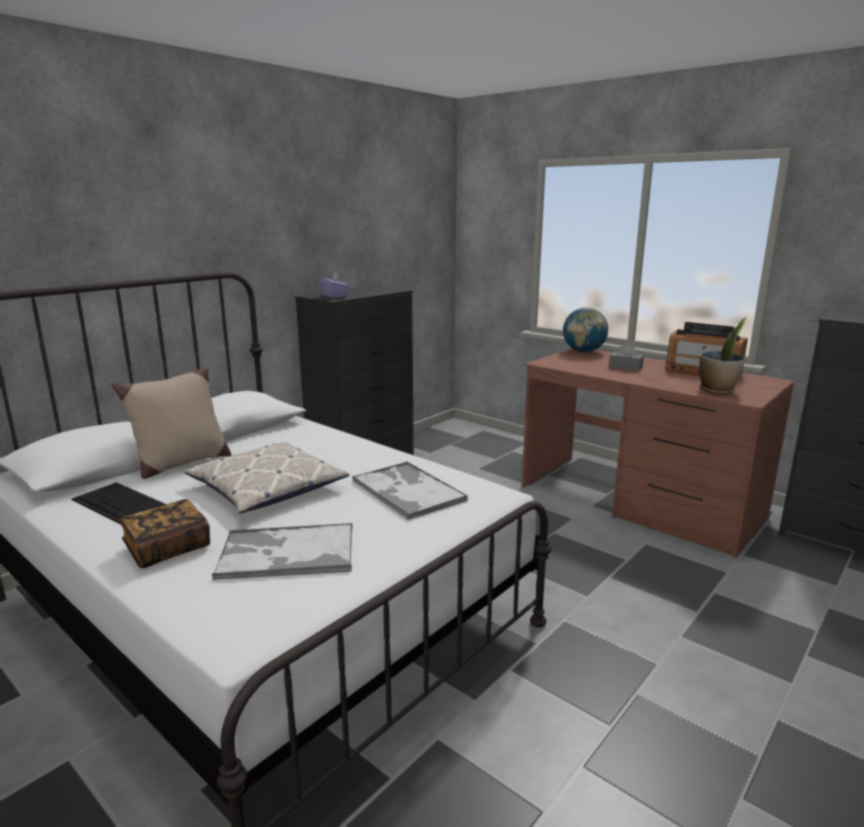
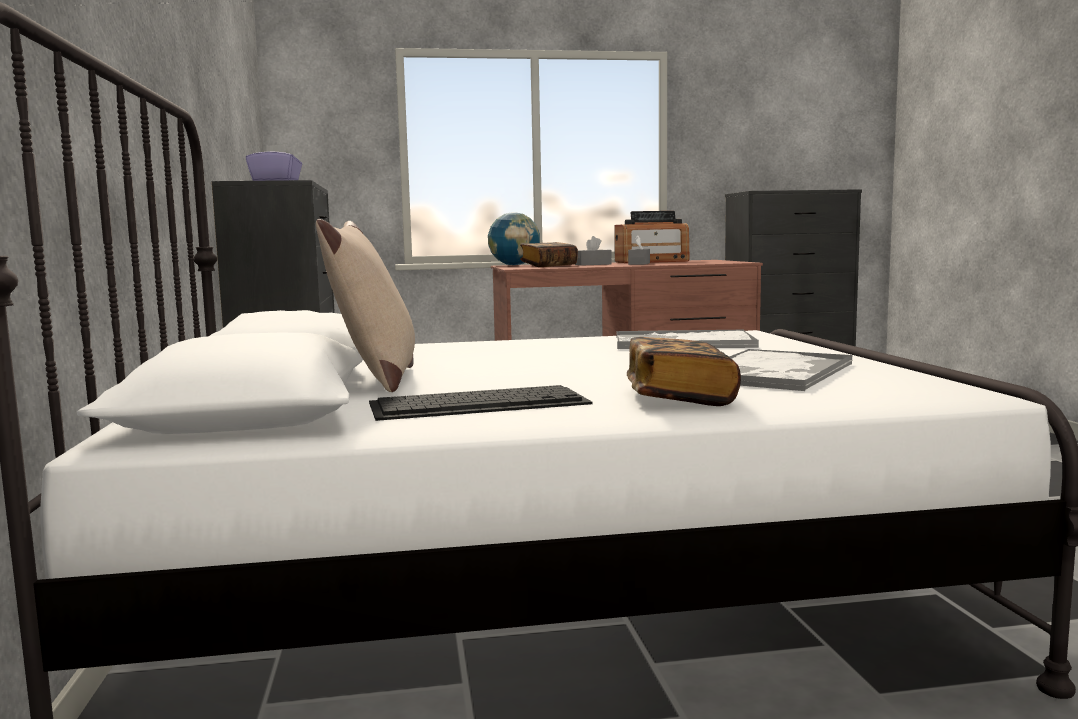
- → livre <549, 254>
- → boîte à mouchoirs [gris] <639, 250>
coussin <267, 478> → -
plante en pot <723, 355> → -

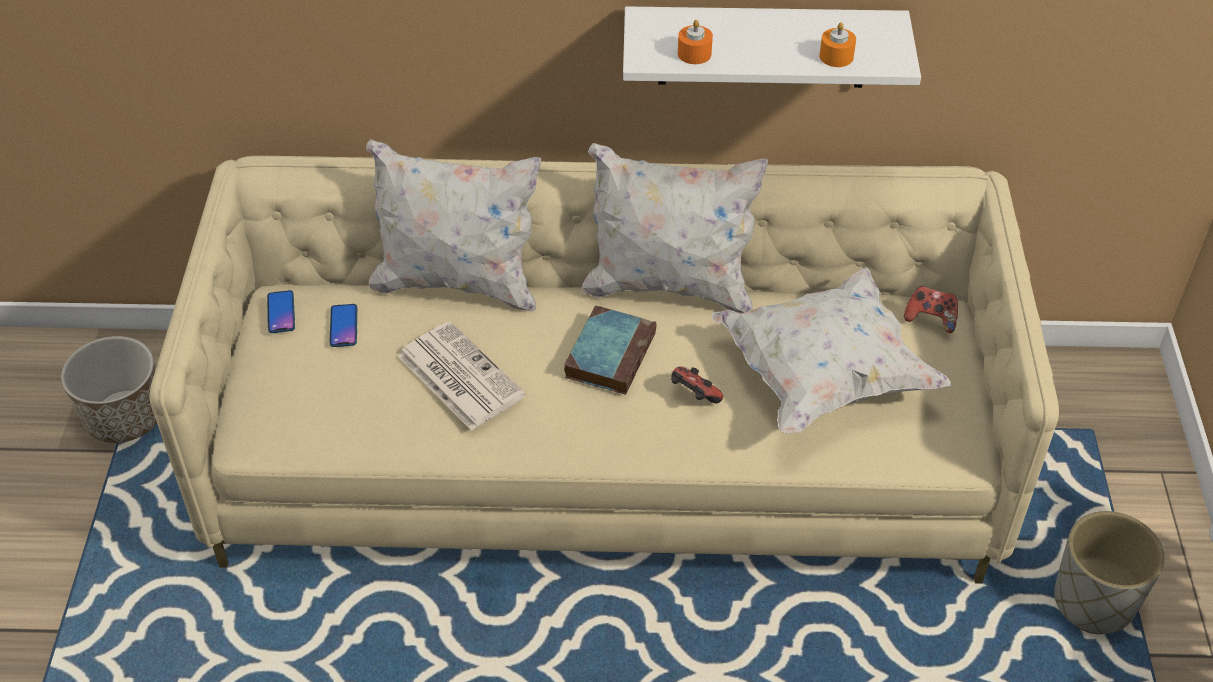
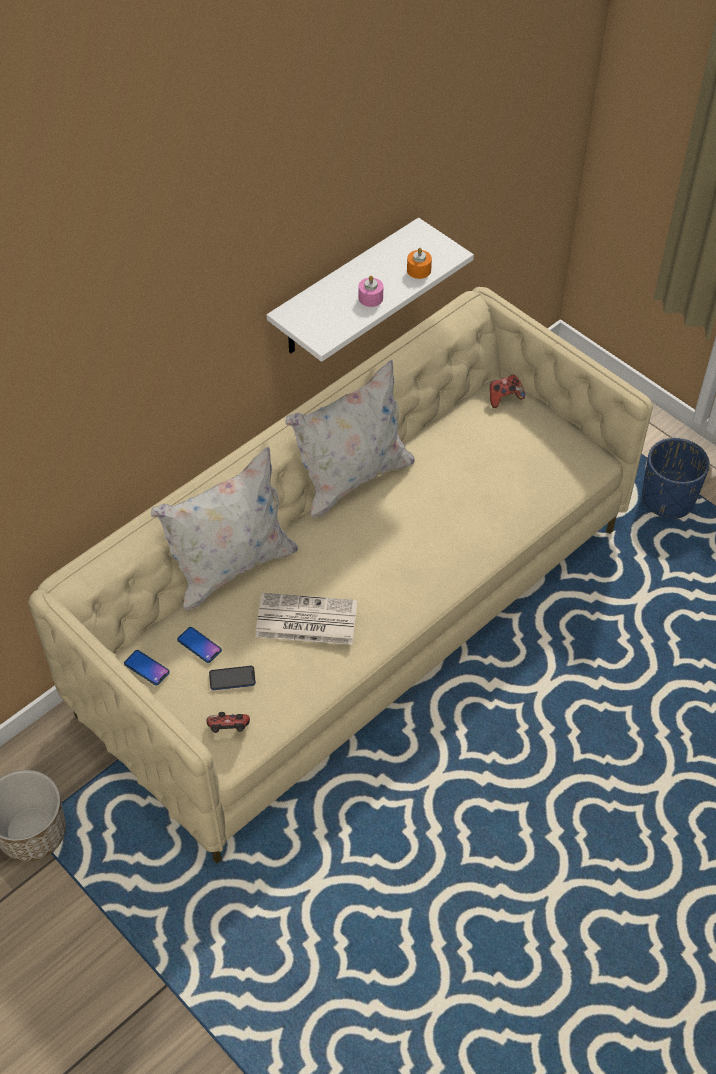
manette <697, 384> → manette <228, 722>, relocated
- → téléphone <232, 678>
- → bougie [rose] <371, 291>
cache-pot [gris] <1109, 572> → cache-pot [bleu] <676, 478>
livre <610, 350> → -
bougie [orange] <695, 42> → -
coussin [blanc] <831, 350> → -

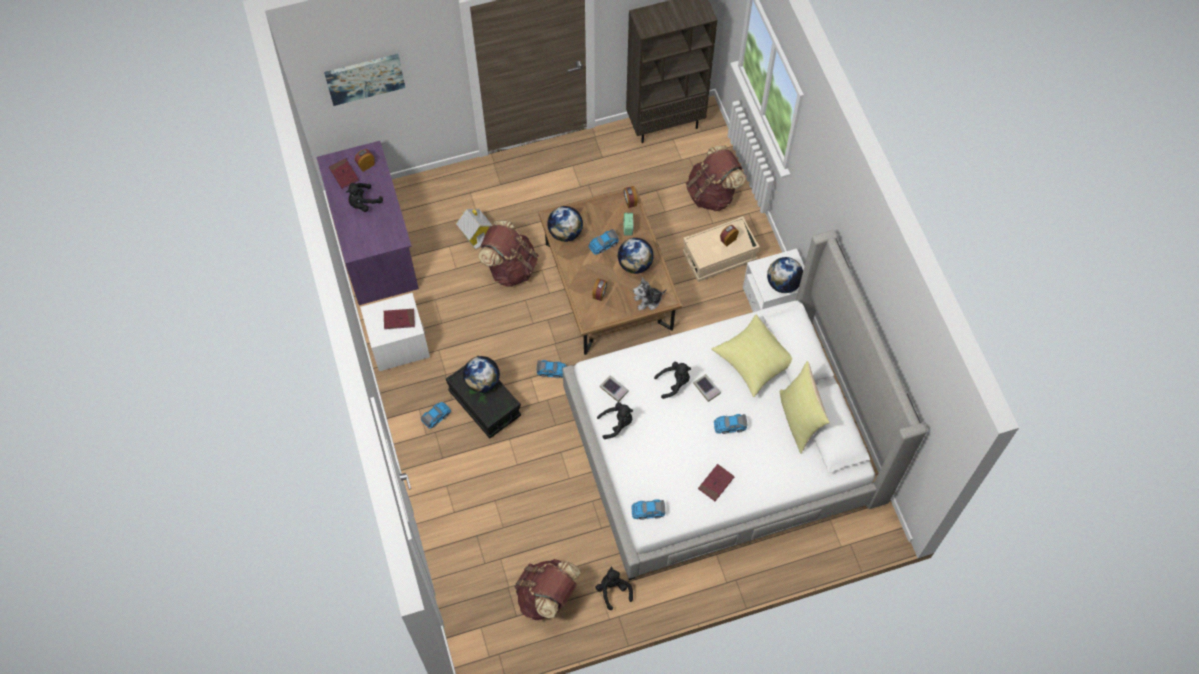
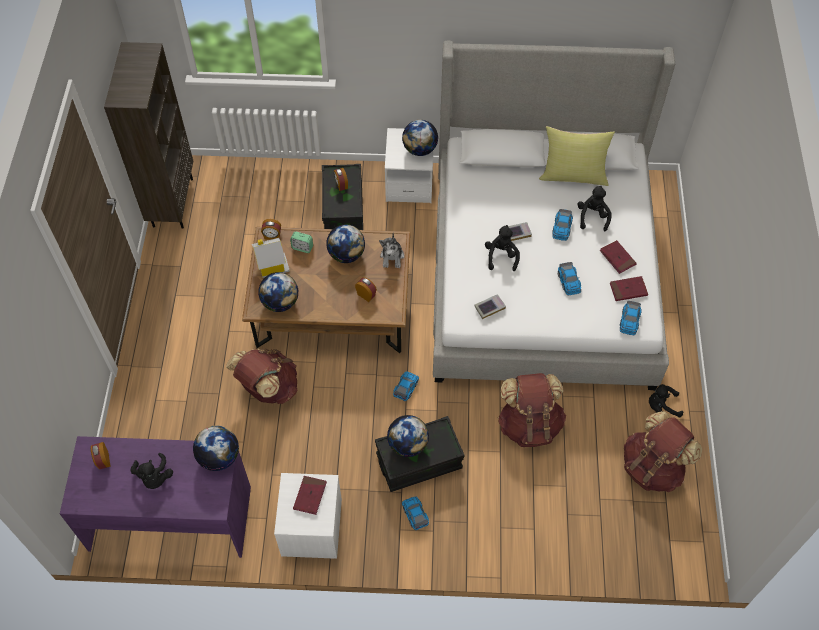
- → globe <216, 448>
maison miniature <474, 229> → maison miniature <271, 258>, relocated
boîte de rangement [beige] <721, 249> → boîte de rangement [noir] <342, 197>
sac à dos [marron] <715, 179> → sac à dos [marron] <532, 410>, relocated
petite voiture <603, 242> → petite voiture <569, 278>, relocated
peluche [noir] <615, 420> → peluche [noir] <594, 208>, relocated
livre [rouge] <344, 173> → livre [rouge] <629, 288>, relocated
tableau <364, 80> → -
coussin [jaune] <751, 356> → -

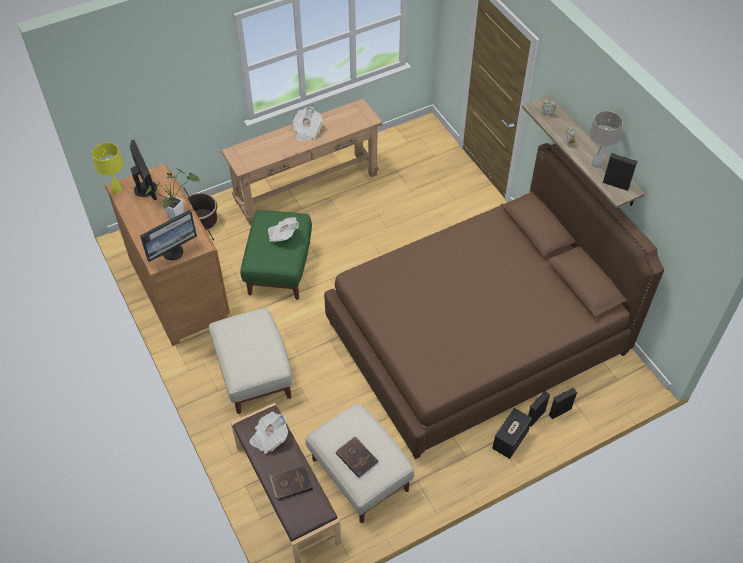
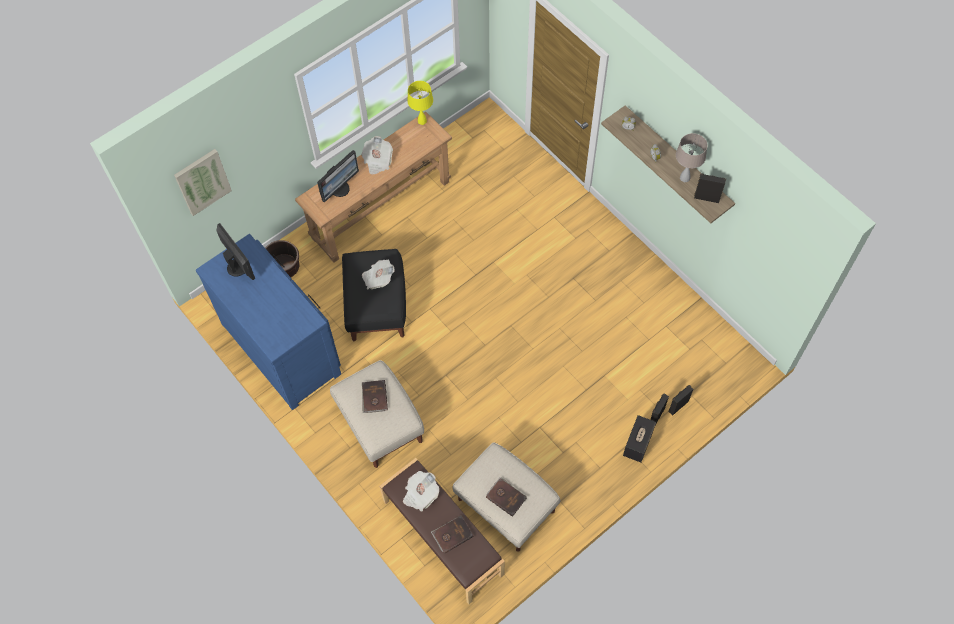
- → tableau <203, 182>
commode [marron] <167, 254> → commode [bleu] <268, 322>
écran d'ordinateur <168, 236> → écran d'ordinateur <338, 176>, relocated
pouf [vert] <276, 255> → pouf [noir] <374, 295>
- → livre [marron] <375, 396>
lampe de table [jaune] <108, 168> → lampe de table [jaune] <420, 103>, relocated
plante en pot <172, 193> → -
lit [marron] <494, 301> → -

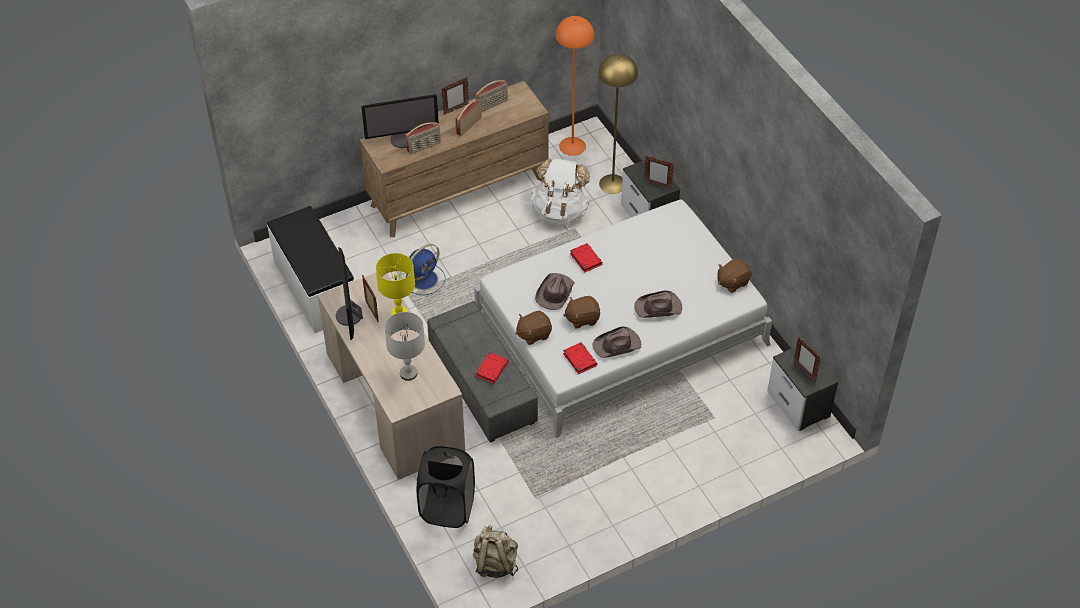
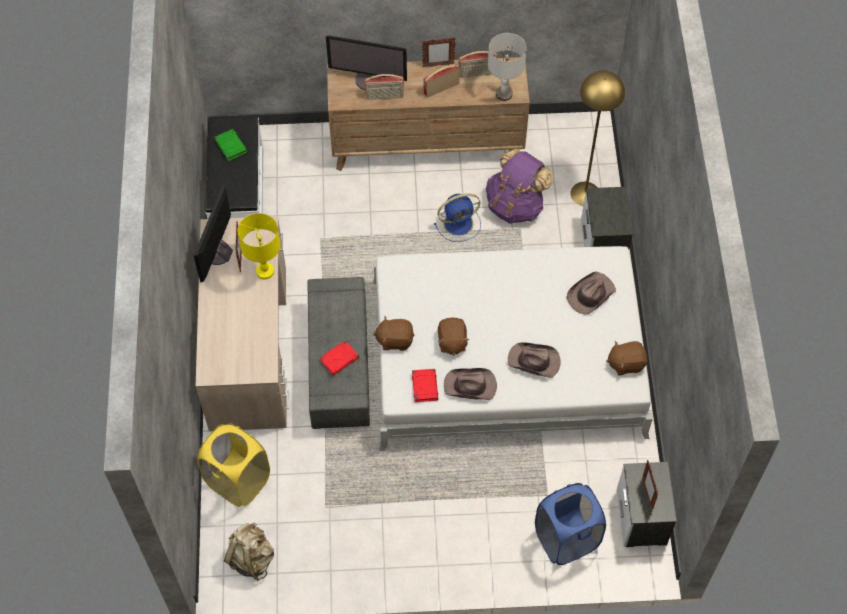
panier à linge [noir] <445, 487> → panier à linge [jaune] <233, 465>
- → livre [vert] <231, 145>
ventilateur [bleu] <426, 269> → ventilateur [bleu] <457, 218>, relocated
peluche [marron] <581, 312> → peluche [marron] <453, 337>, 105 degrees counterclockwise
sac à dos [blanc] <560, 192> → sac à dos [violet] <519, 186>
lampe de table [gris] <405, 346> → lampe de table [gris] <507, 67>, relocated
- → panier à linge [bleu] <570, 524>
chapeau [marron] <554, 291> → chapeau [marron] <591, 293>, relocated
lampadaire [orange] <574, 86> → -
livre [rouge] <586, 257> → -
cadre photo <659, 172> → -

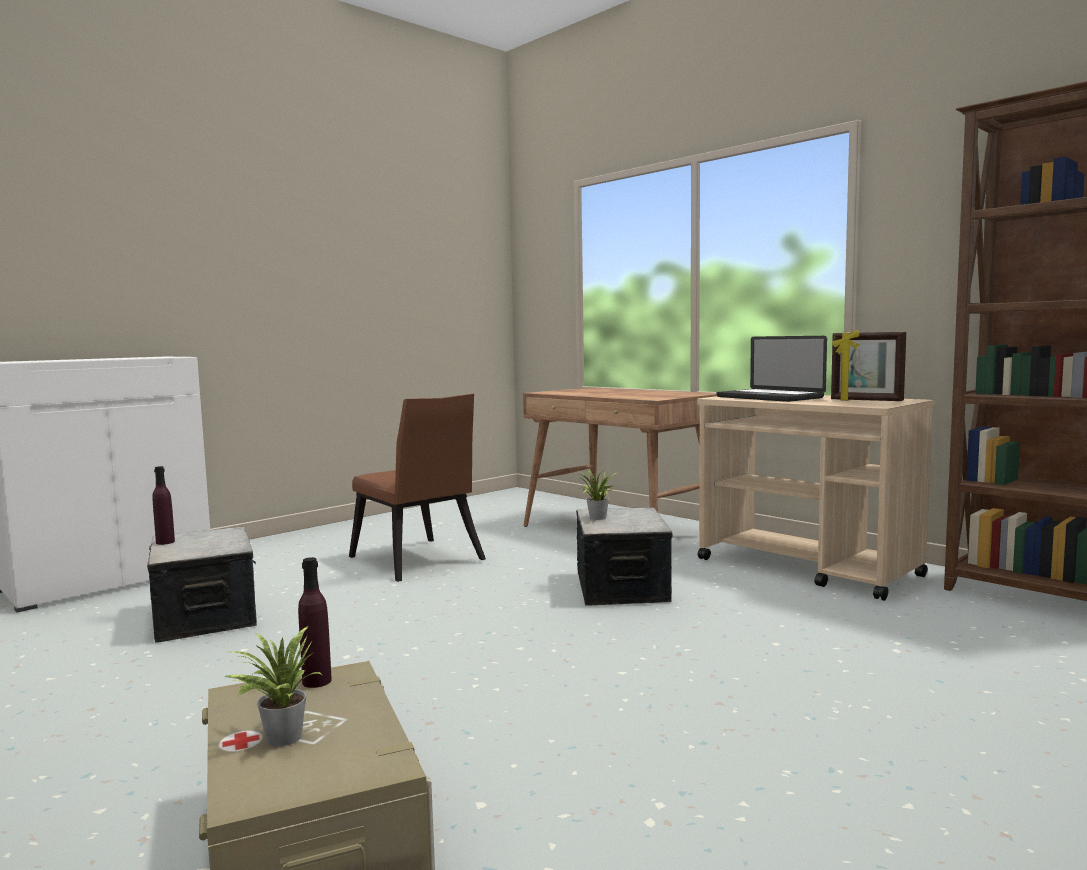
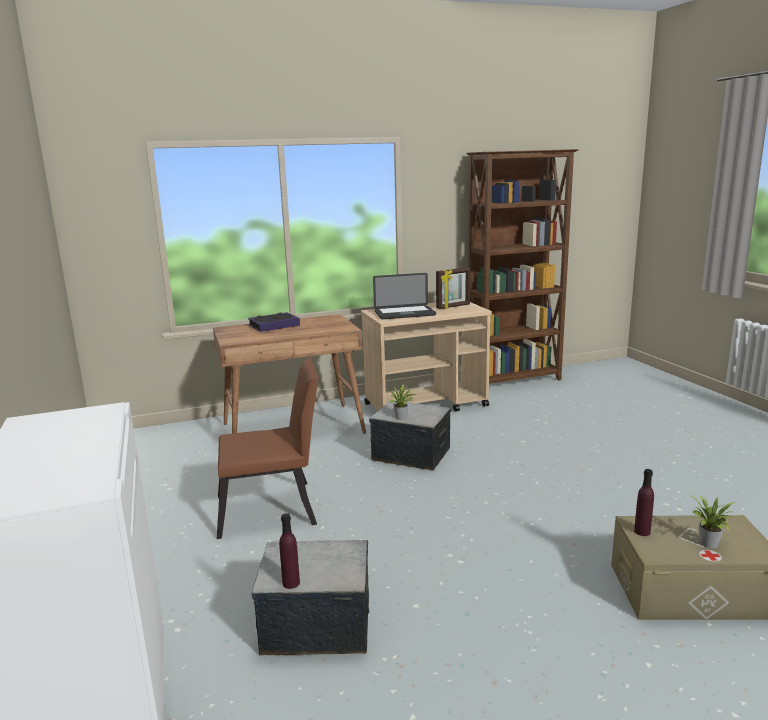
- → livre <274, 322>

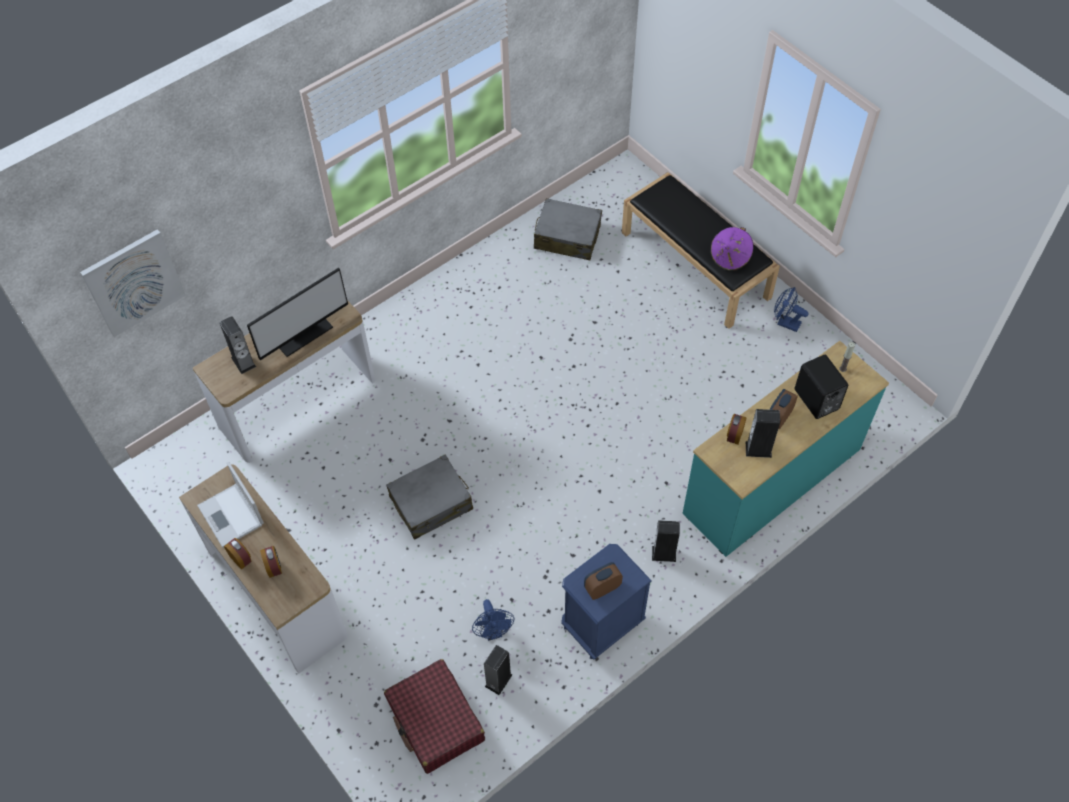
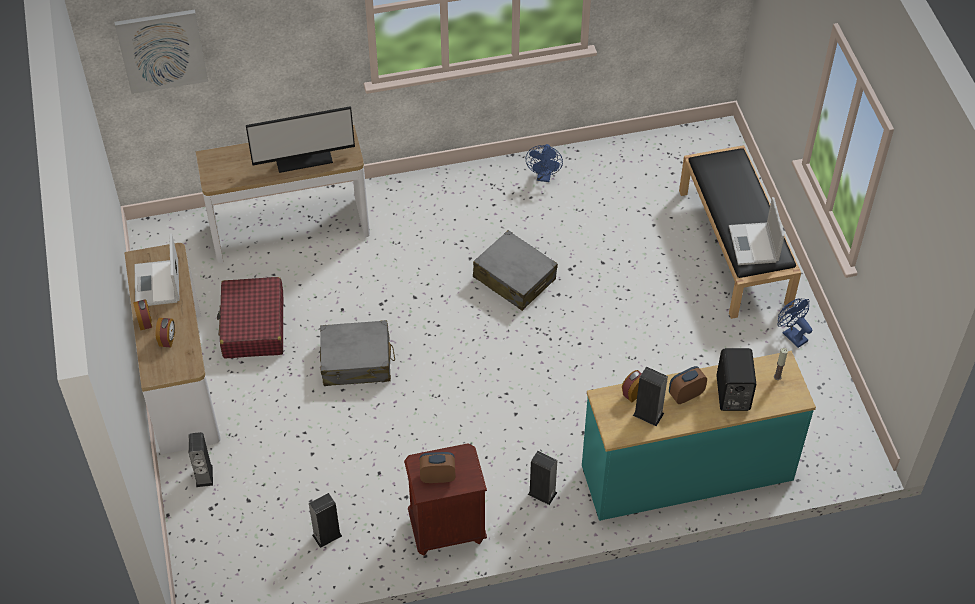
enceinte <237, 345> → enceinte <200, 459>, relocated
valise [rouge] <434, 716> → valise [rouge] <250, 317>, relocated
table de chevet [bleu] <606, 602> → table de chevet [marron] <445, 499>
valise [gris] <568, 229> → valise [gris] <515, 270>, relocated
ventilateur [bleu] <493, 620> → ventilateur [bleu] <544, 163>, relocated
chapeau [violet] <732, 249> → ordinateur portable <756, 231>

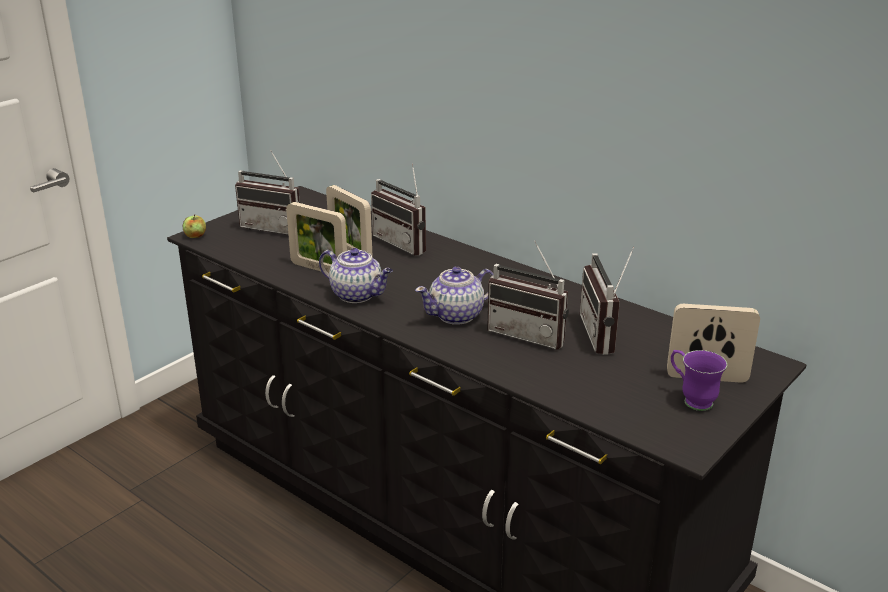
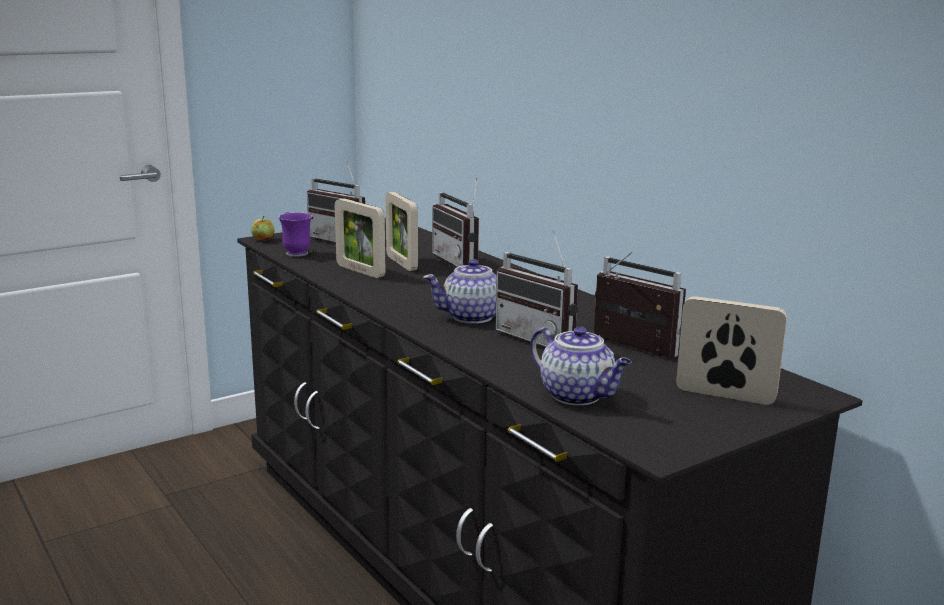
mug [violet] <699, 380> → mug [violet] <295, 234>, relocated
théière <356, 275> → théière <580, 365>, relocated
radio <607, 301> → radio <640, 304>, 120 degrees clockwise

